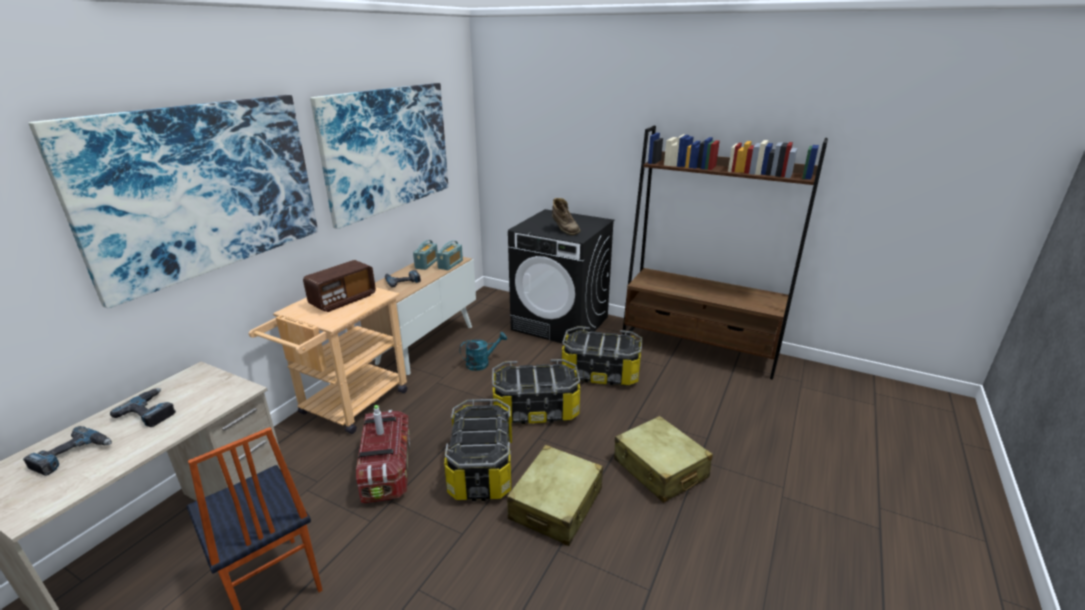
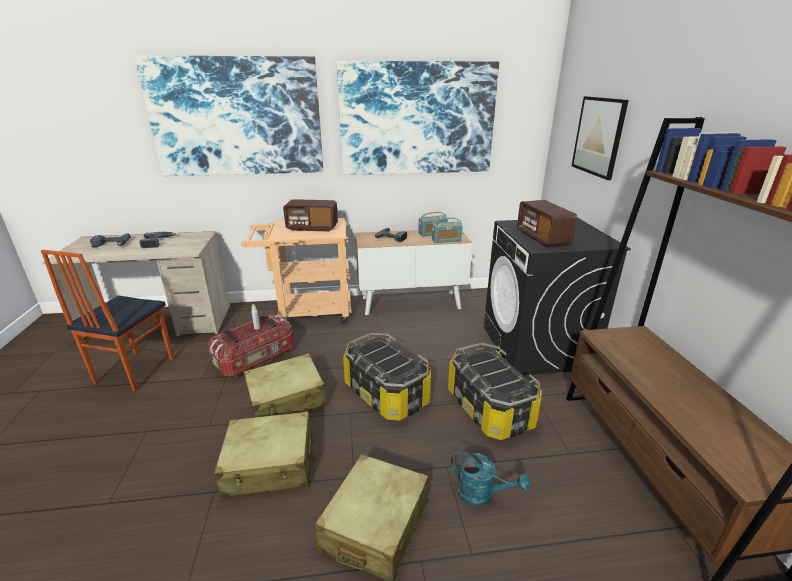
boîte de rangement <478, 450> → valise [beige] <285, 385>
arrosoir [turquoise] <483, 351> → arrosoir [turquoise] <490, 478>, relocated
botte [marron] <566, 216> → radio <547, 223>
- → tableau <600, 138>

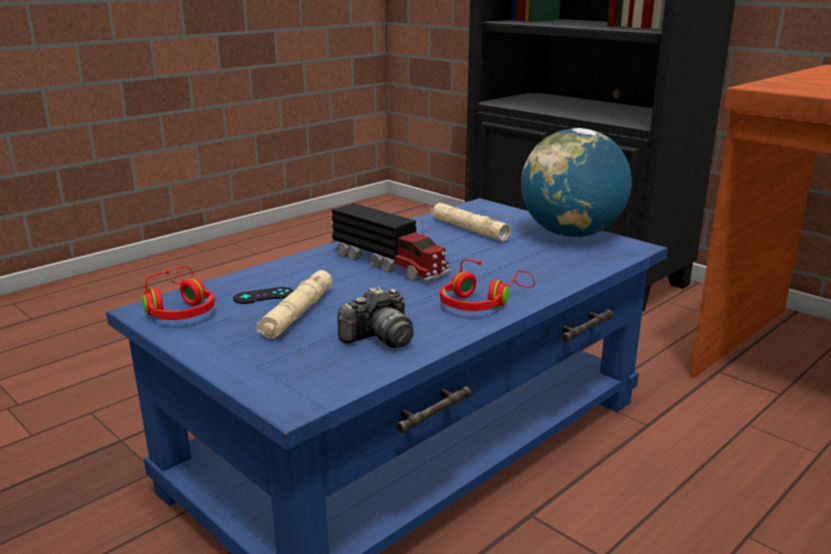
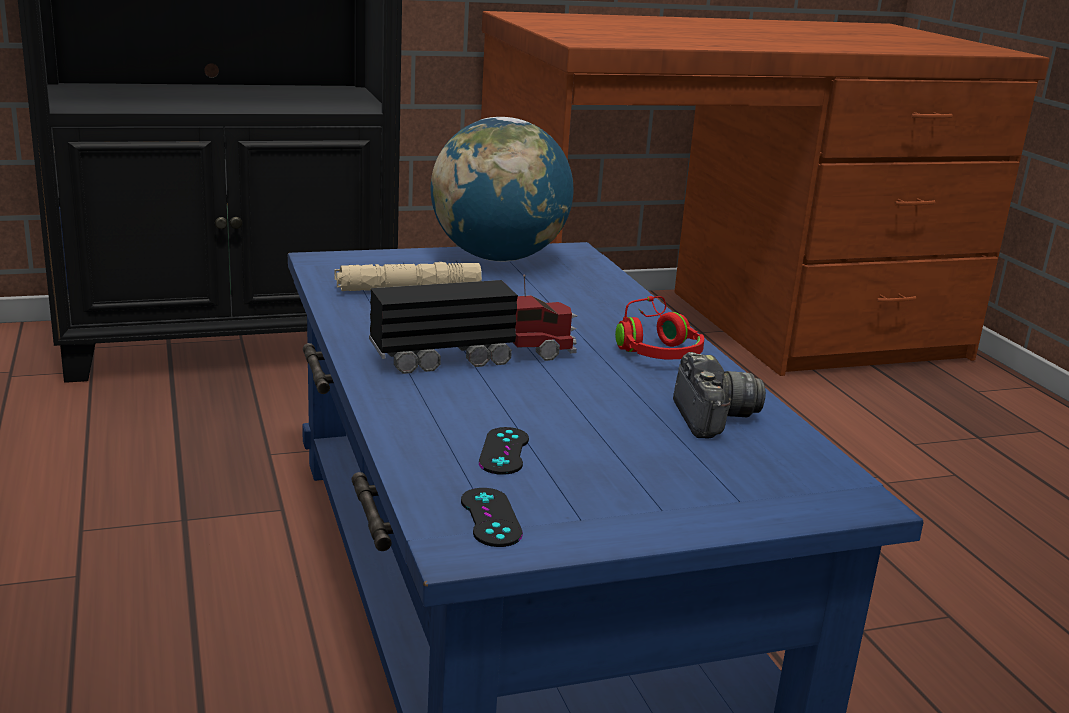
casque audio [rouge] <179, 293> → manette [noir] <492, 517>
lampe de poche [beige] <294, 304> → -

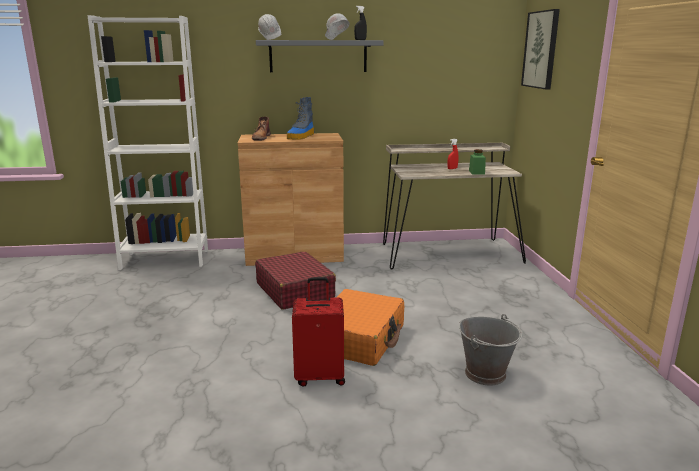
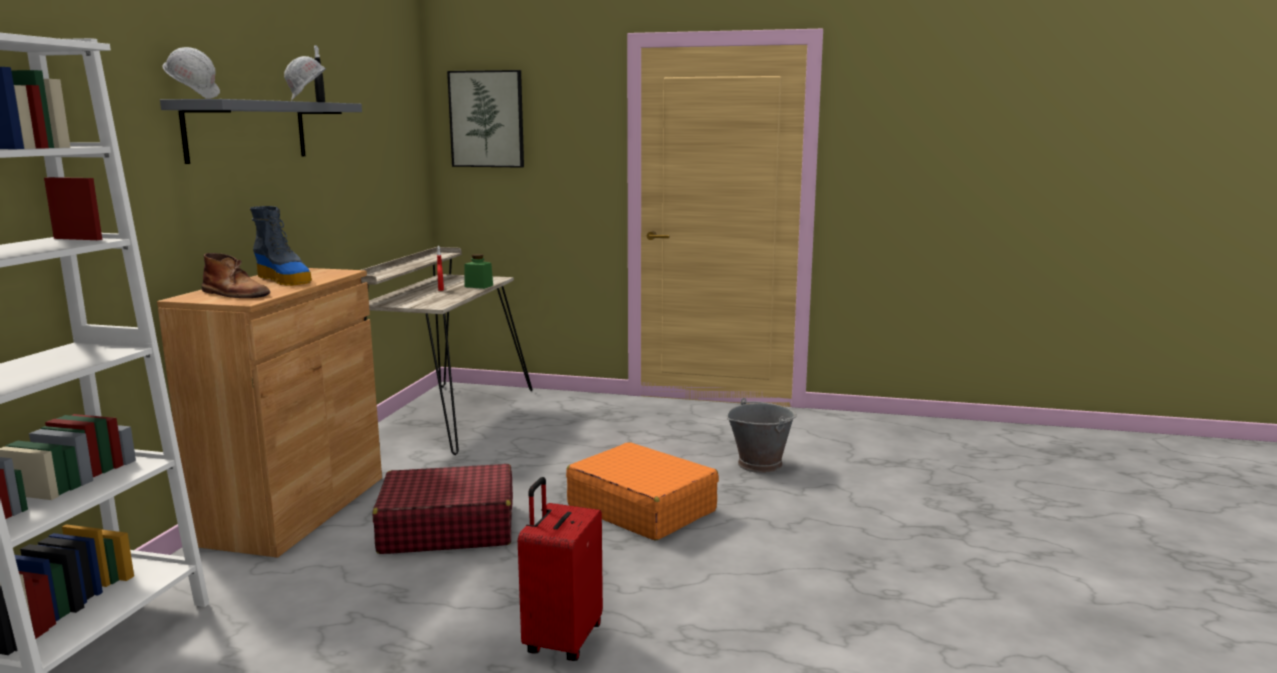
valise [rouge] <318, 332> → valise [rouge] <560, 569>, relocated

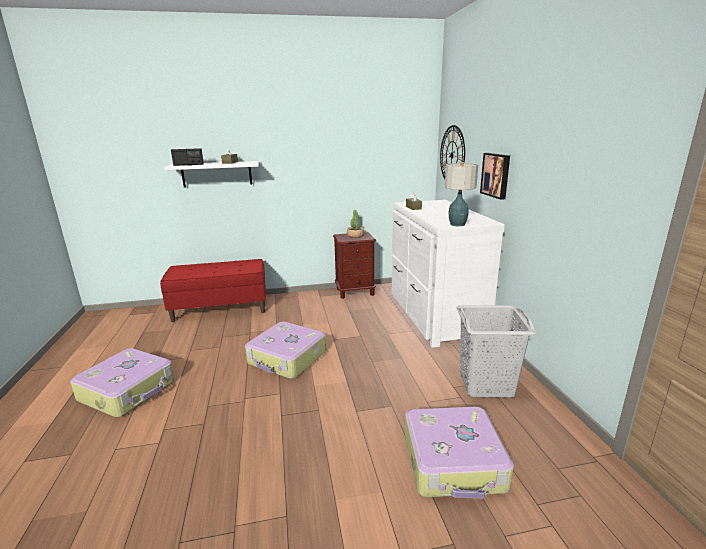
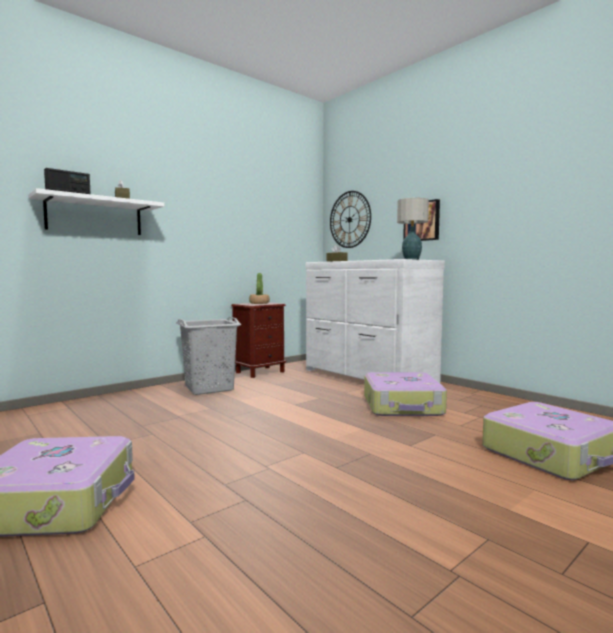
panier à linge [gris] <496, 351> → panier à linge [gris] <208, 356>, relocated
valise <285, 350> → valise <405, 394>, relocated
banc [rouge] <212, 290> → -

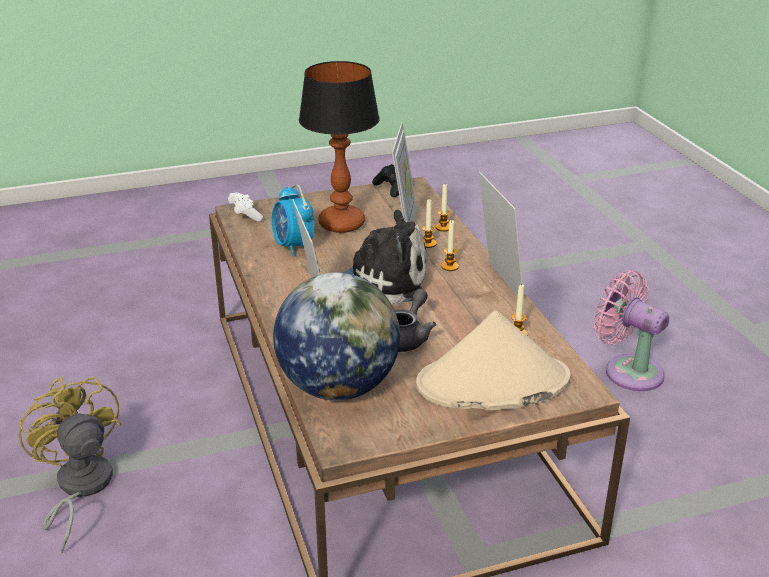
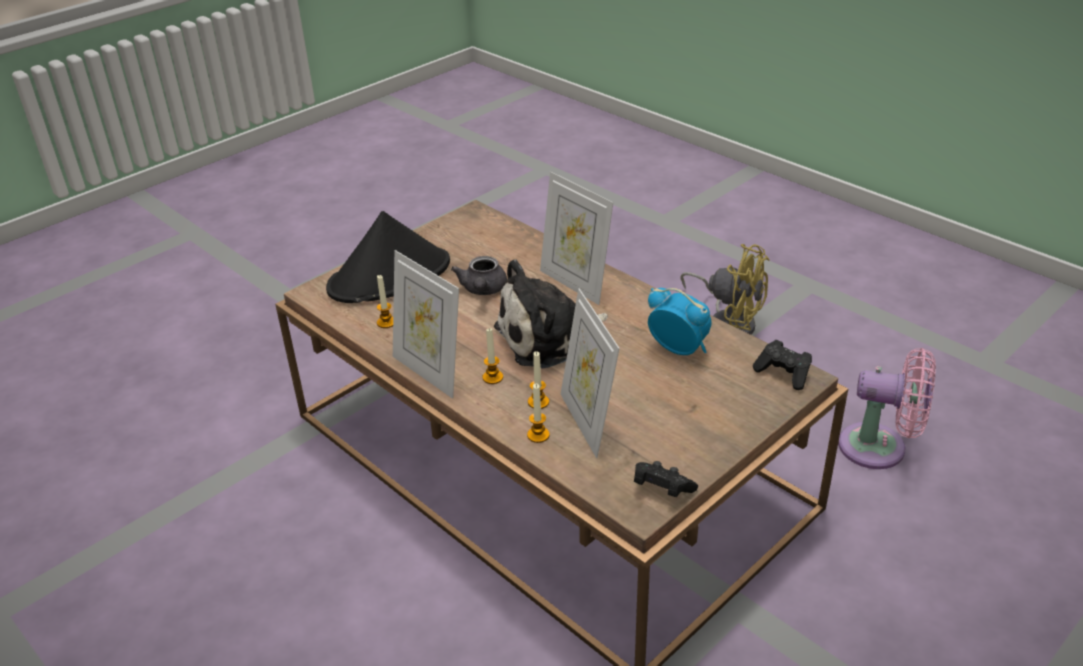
chapeau [beige] <493, 360> → chapeau [noir] <388, 257>
manette [blanc] <245, 207> → manette [noir] <782, 365>
ventilateur [rose] <631, 330> → ventilateur [rose] <887, 408>, relocated
globe <336, 336> → -
lampe de table <339, 147> → -

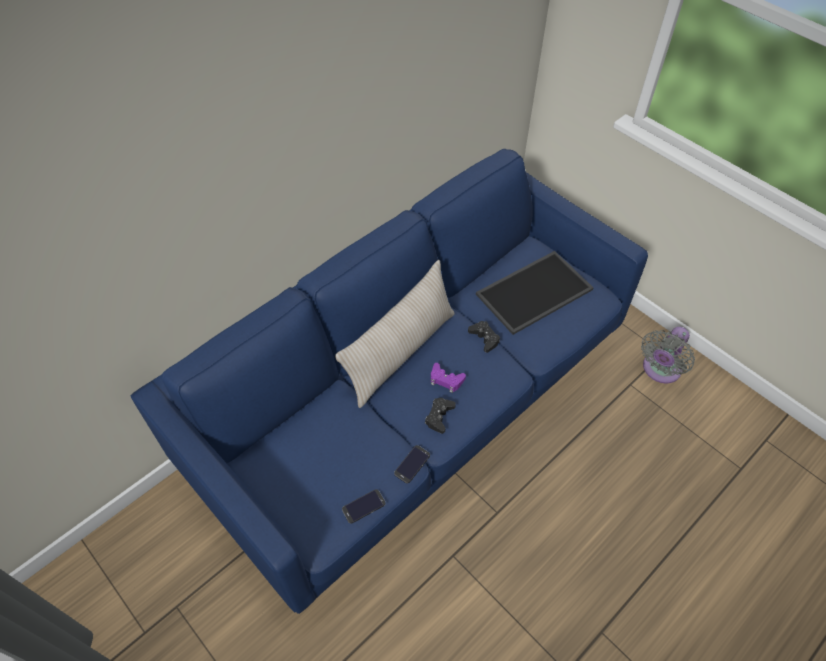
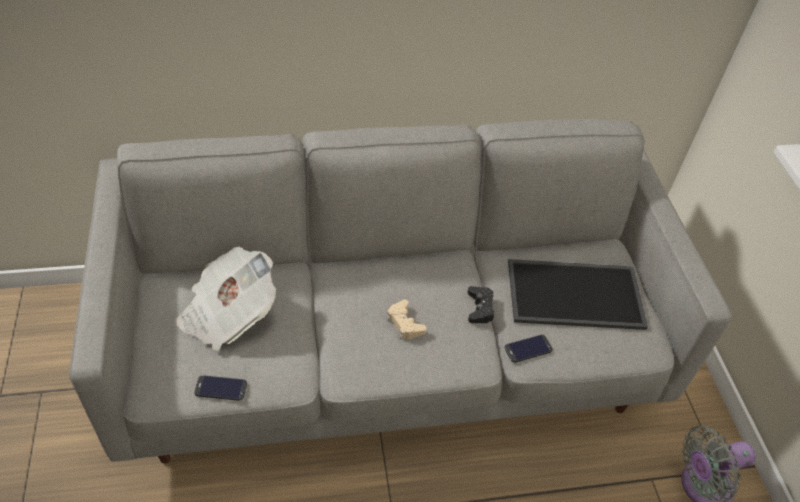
canapé [bleu] <389, 381> → canapé [gris] <400, 291>
- → journal <226, 299>
manette [violet] <448, 378> → manette [beige] <406, 320>
téléphone <412, 464> → téléphone <529, 349>, relocated
coussin [beige] <395, 334> → -
manette [noir] <440, 416> → -

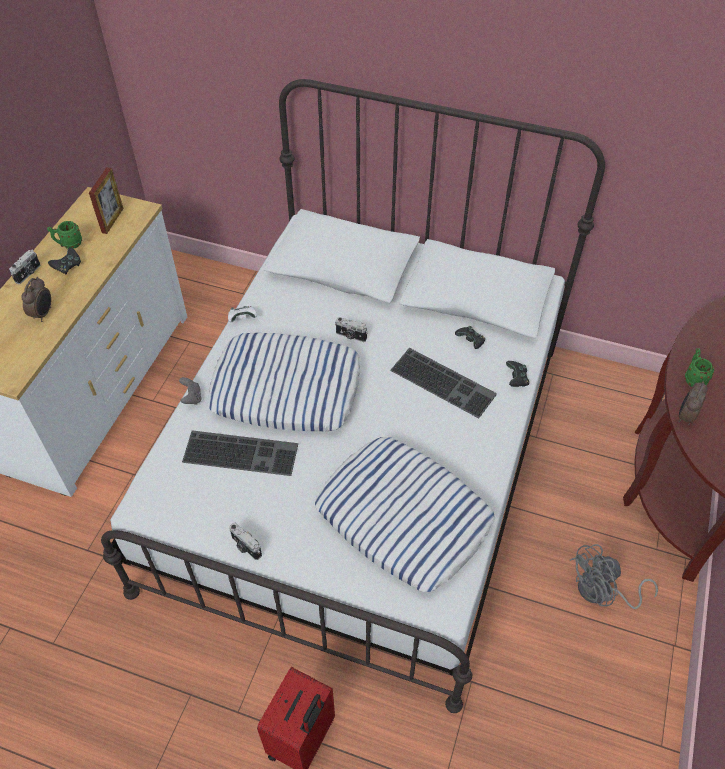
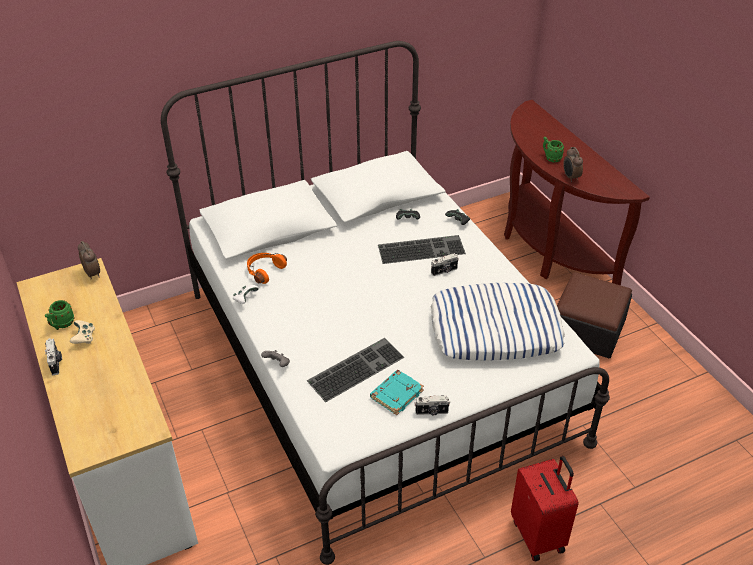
manette [noir] <64, 260> → manette [beige] <82, 332>
réveil <36, 299> → réveil <89, 260>, relocated
- → casque audio [orange] <267, 268>
- → livre [turquoise] <397, 392>
appareil photo <351, 329> → appareil photo <445, 264>, relocated
ventilateur [gris] <614, 576> → pouf <594, 315>
cadre photo <106, 200> → -
coussin <284, 382> → -

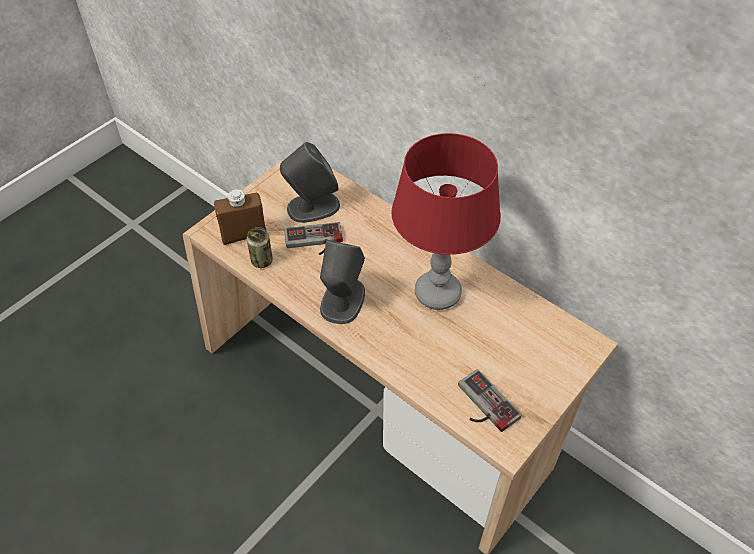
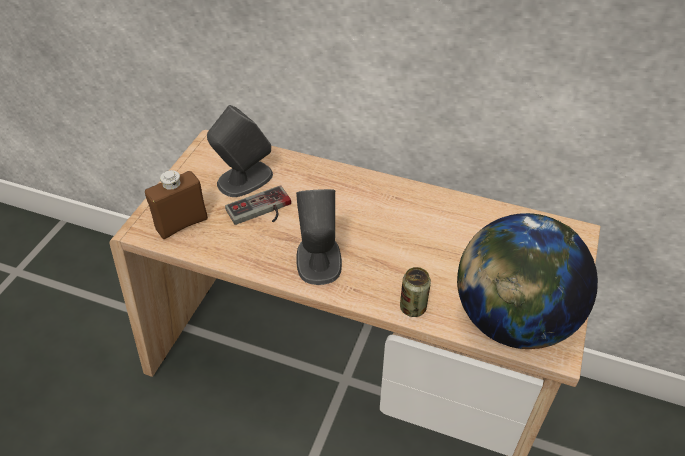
boîte métallique <260, 247> → boîte métallique <415, 292>, relocated
manette <490, 400> → globe <527, 281>
lampe de table [rouge] <446, 221> → -

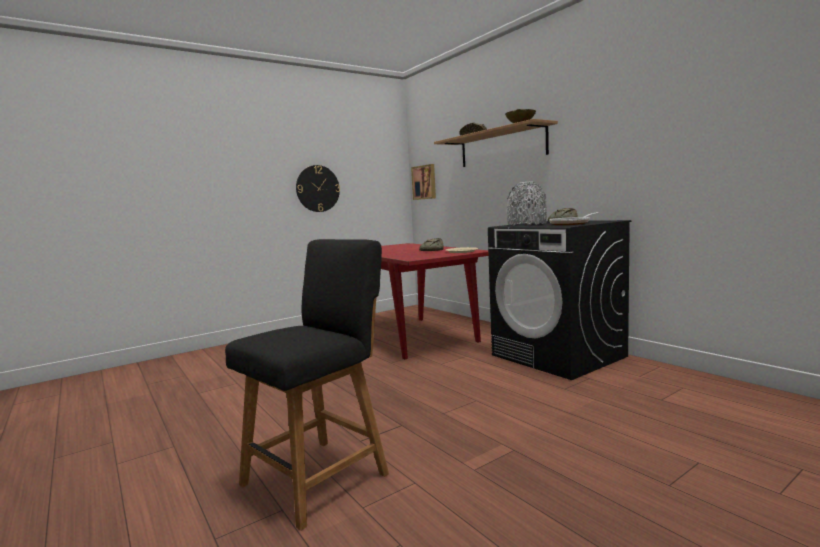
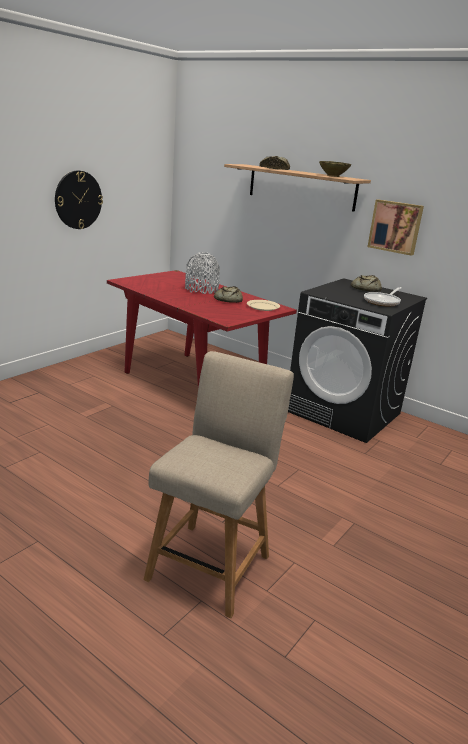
chaise [noir] <307, 385> → chaise [beige] <218, 484>
vase [gris] <527, 203> → vase [gris] <202, 273>, relocated
tableau <423, 182> → tableau <396, 227>, relocated

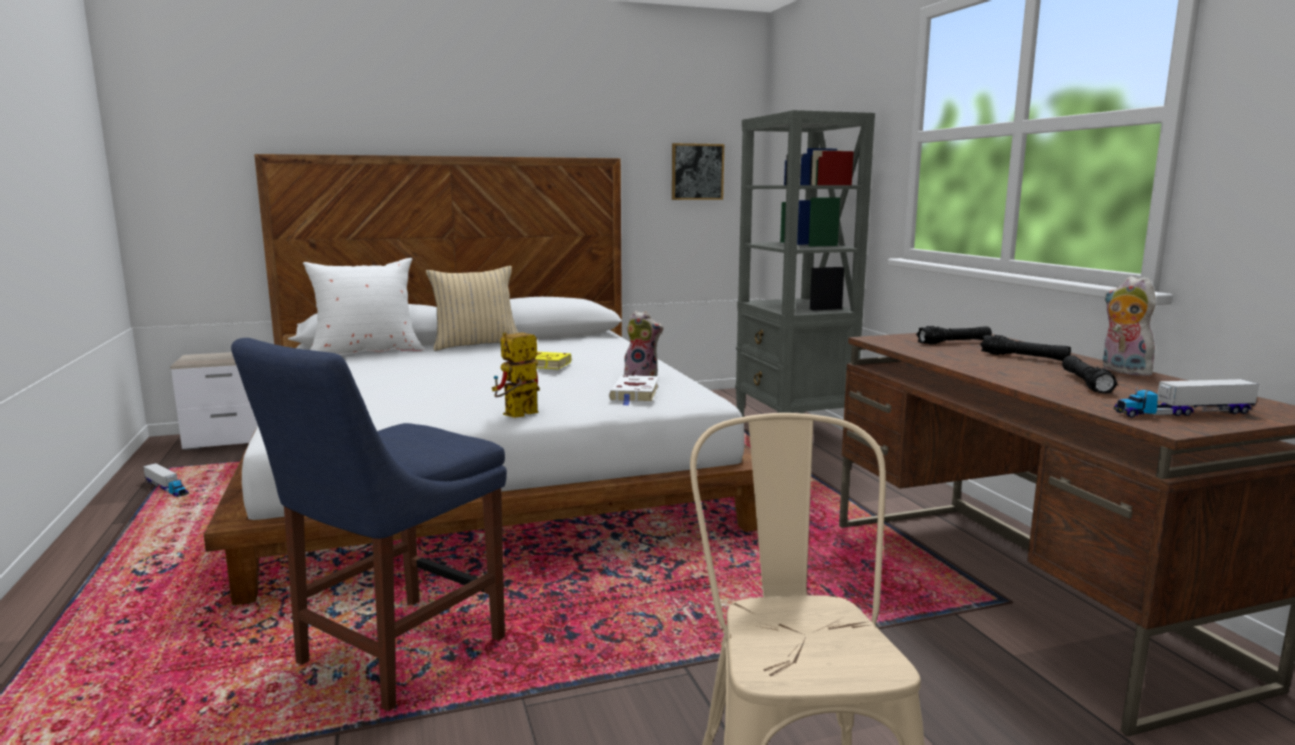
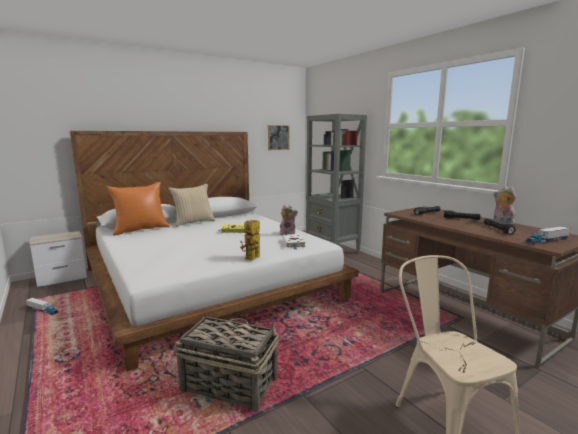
coussin [blanc] <363, 306> → coussin [orange] <138, 208>
chaise [bleu] <369, 524> → panier <226, 361>

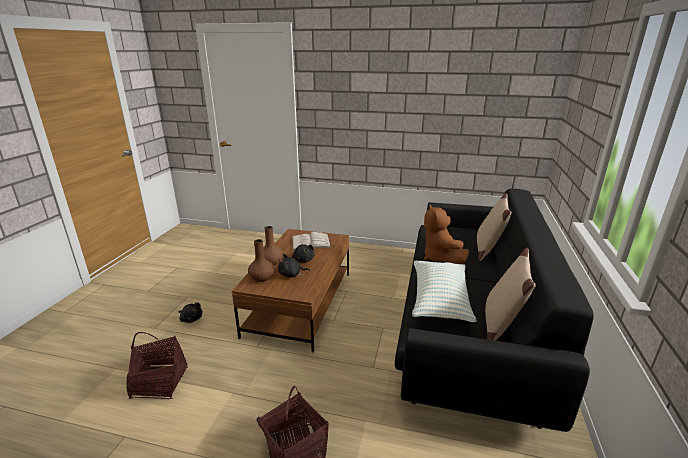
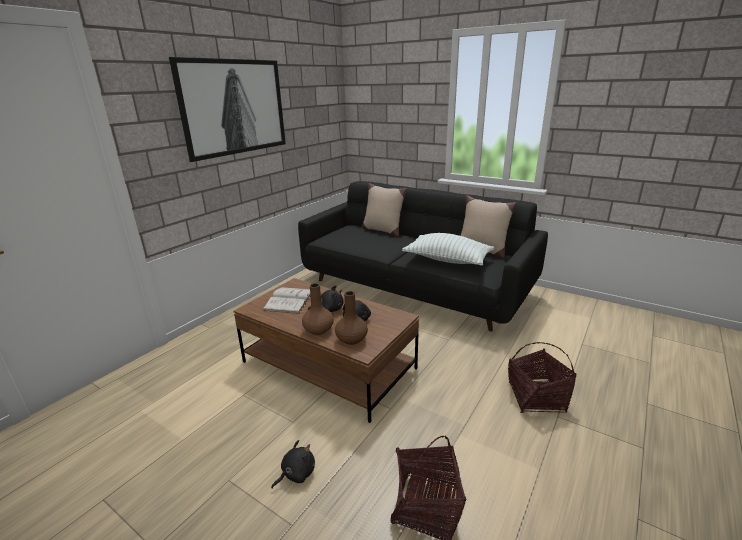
- → tableau <227, 109>
peluche [marron] <446, 234> → -

